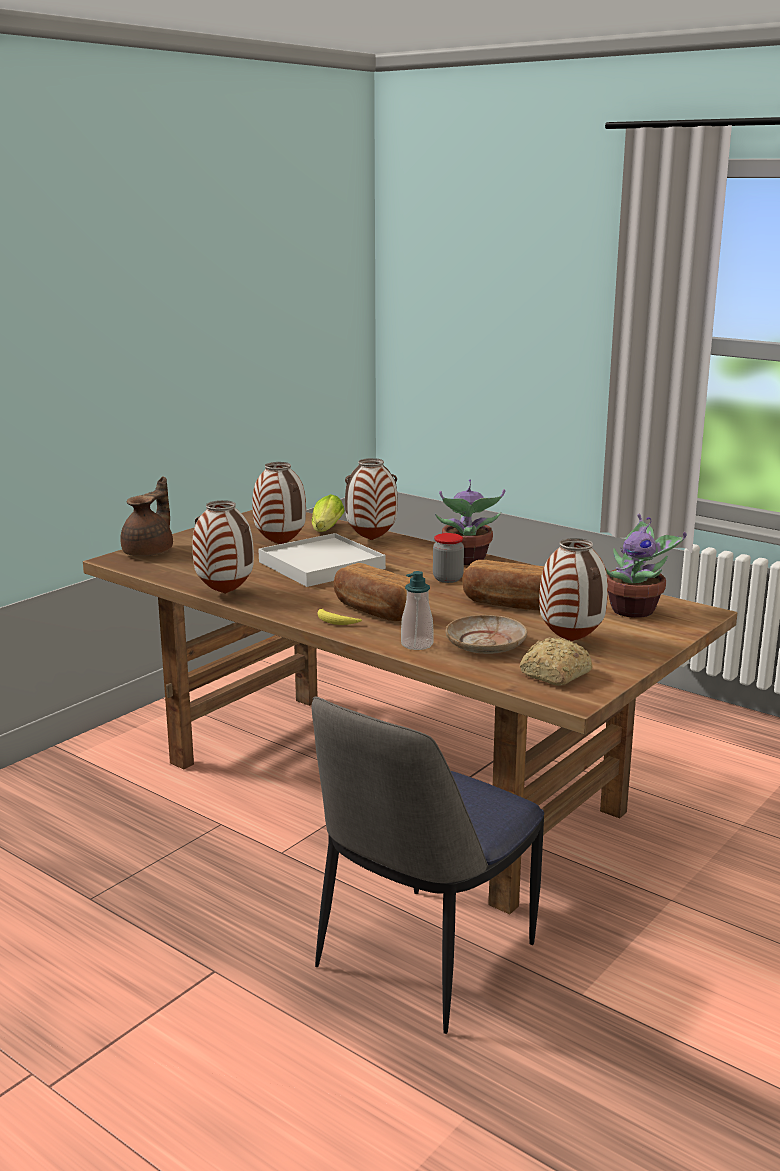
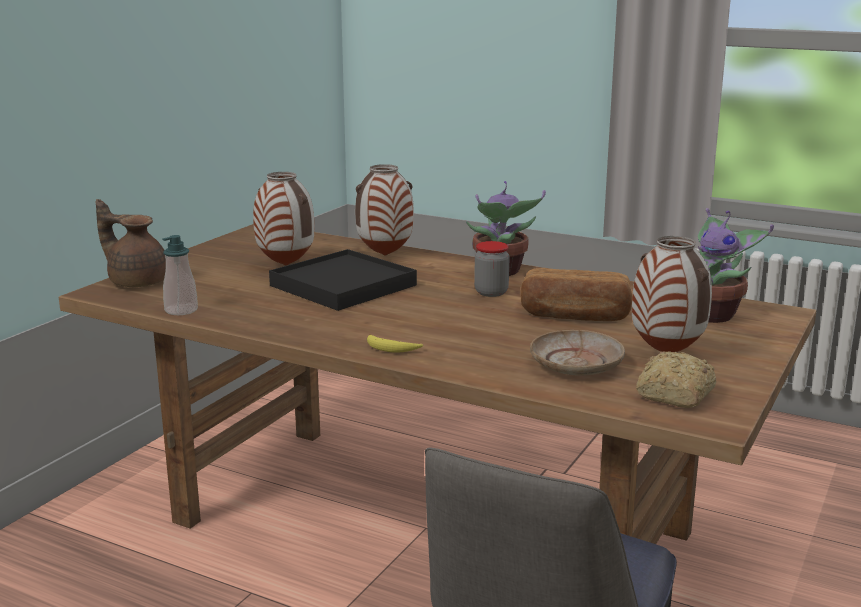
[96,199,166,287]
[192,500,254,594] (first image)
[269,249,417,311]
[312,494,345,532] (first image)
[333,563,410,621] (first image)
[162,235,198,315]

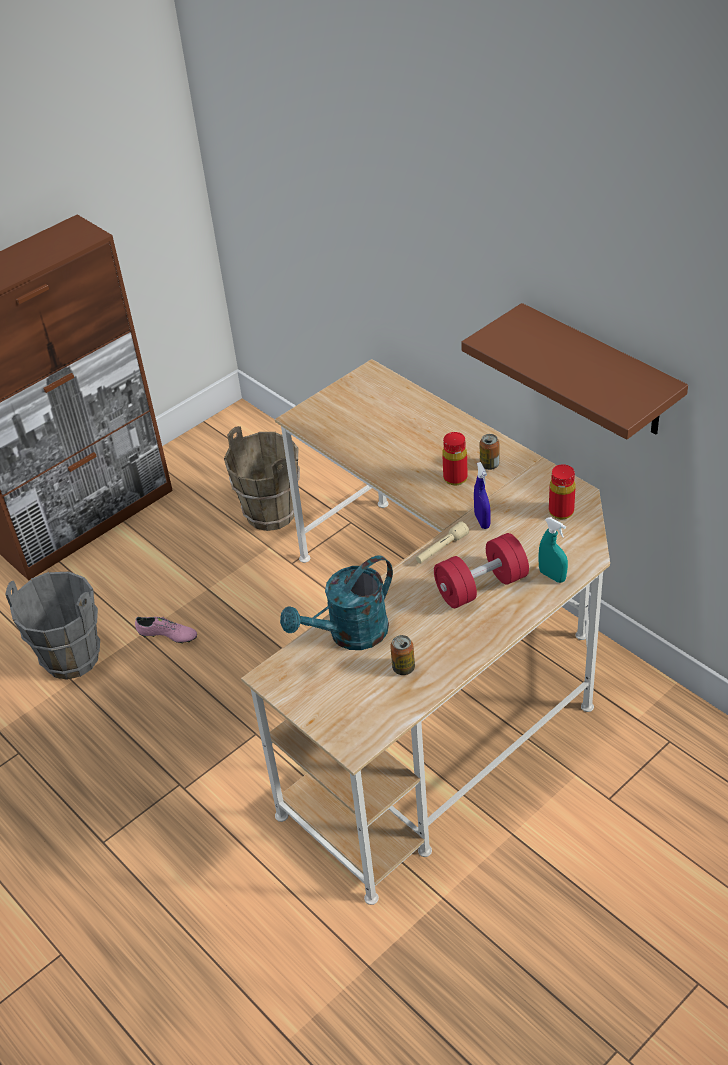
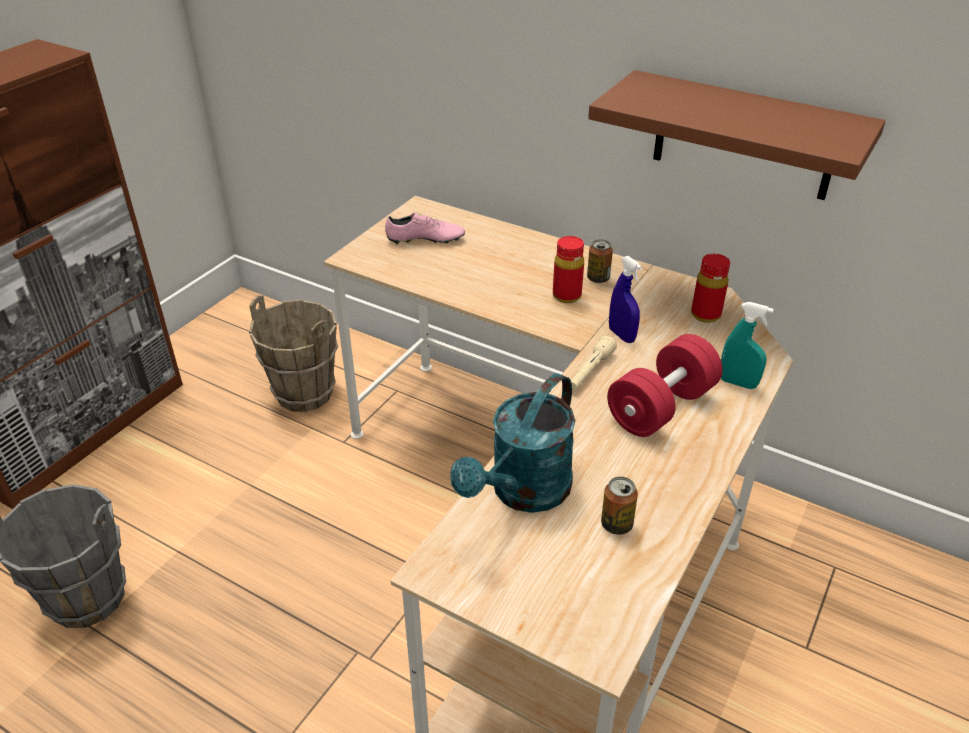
[385,212,465,244]

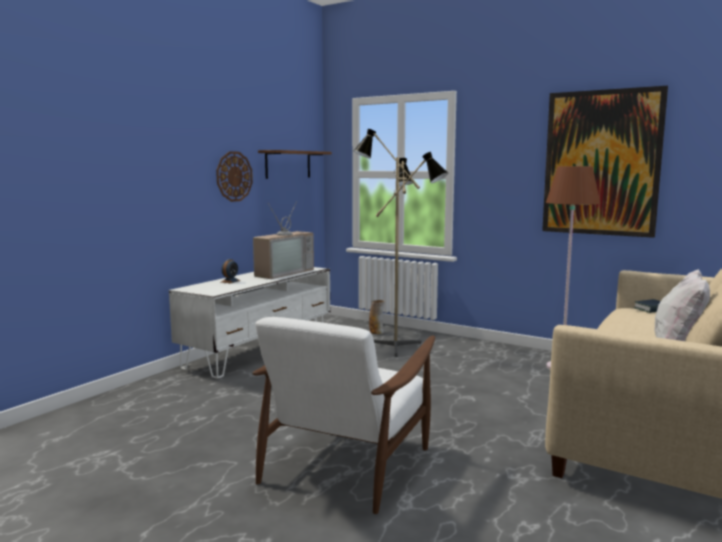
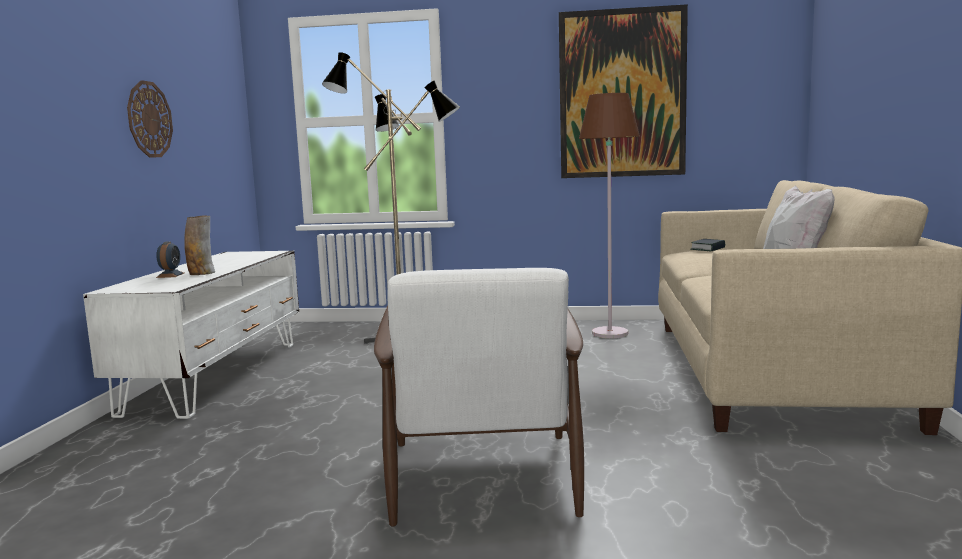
[253,201,314,279] (first image)
[258,150,332,179] (first image)
[184,215,215,275]

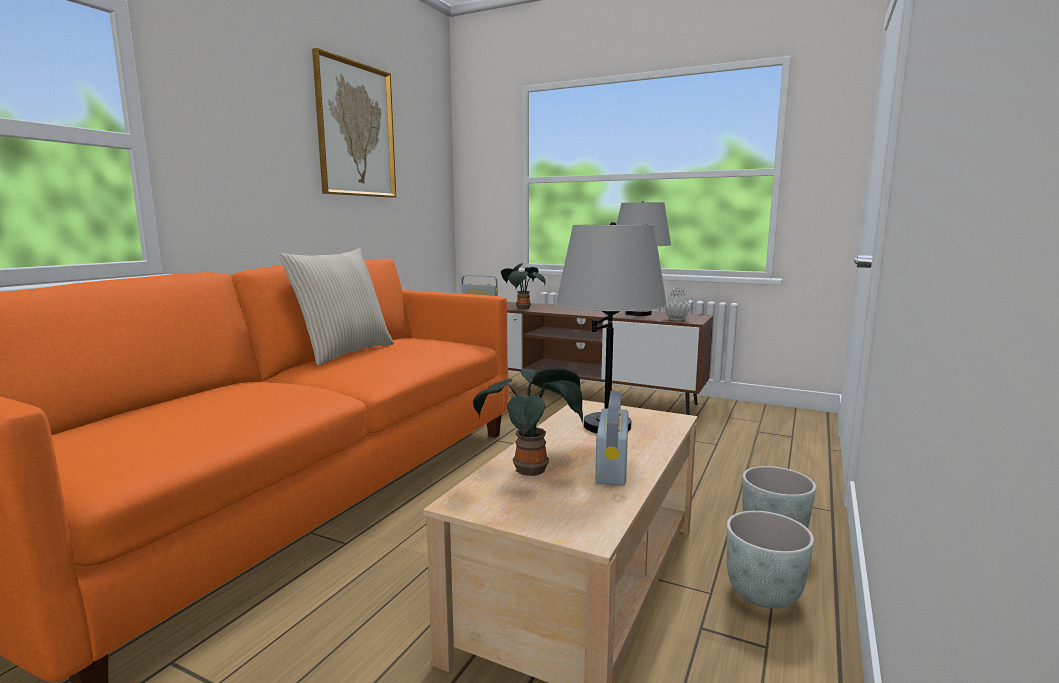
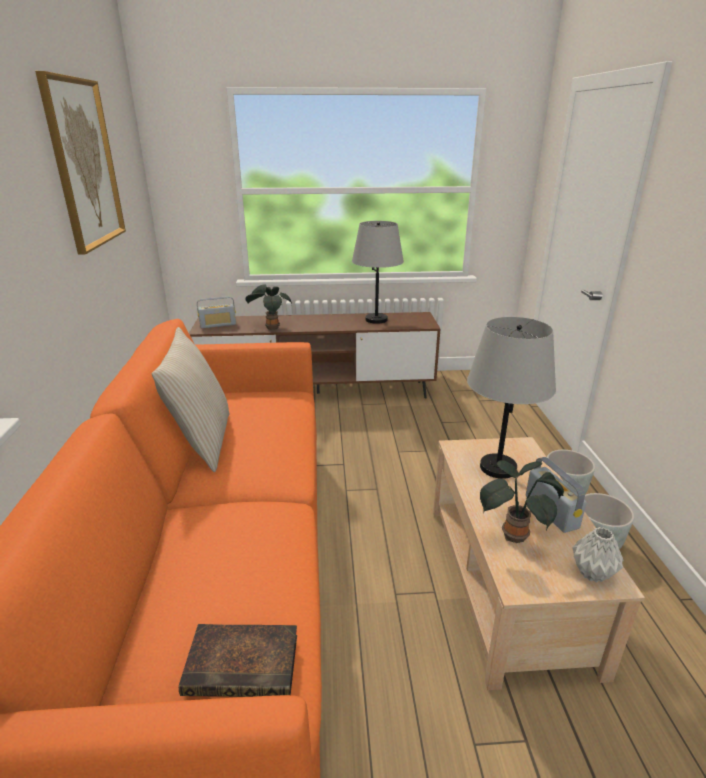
[572,527,623,583]
[179,624,297,697]

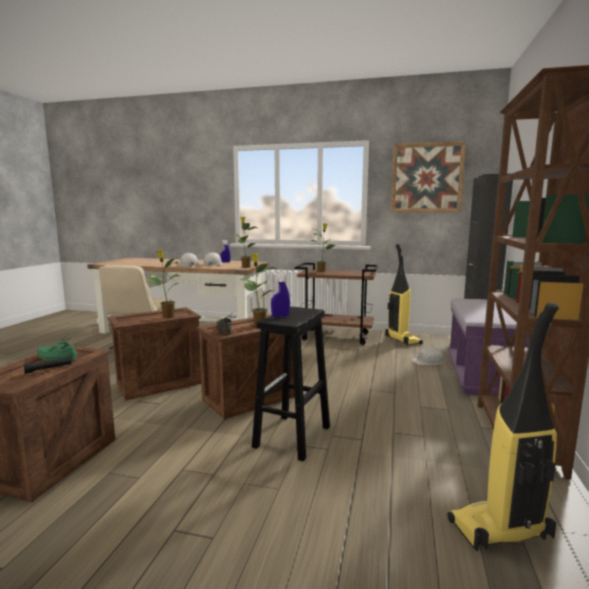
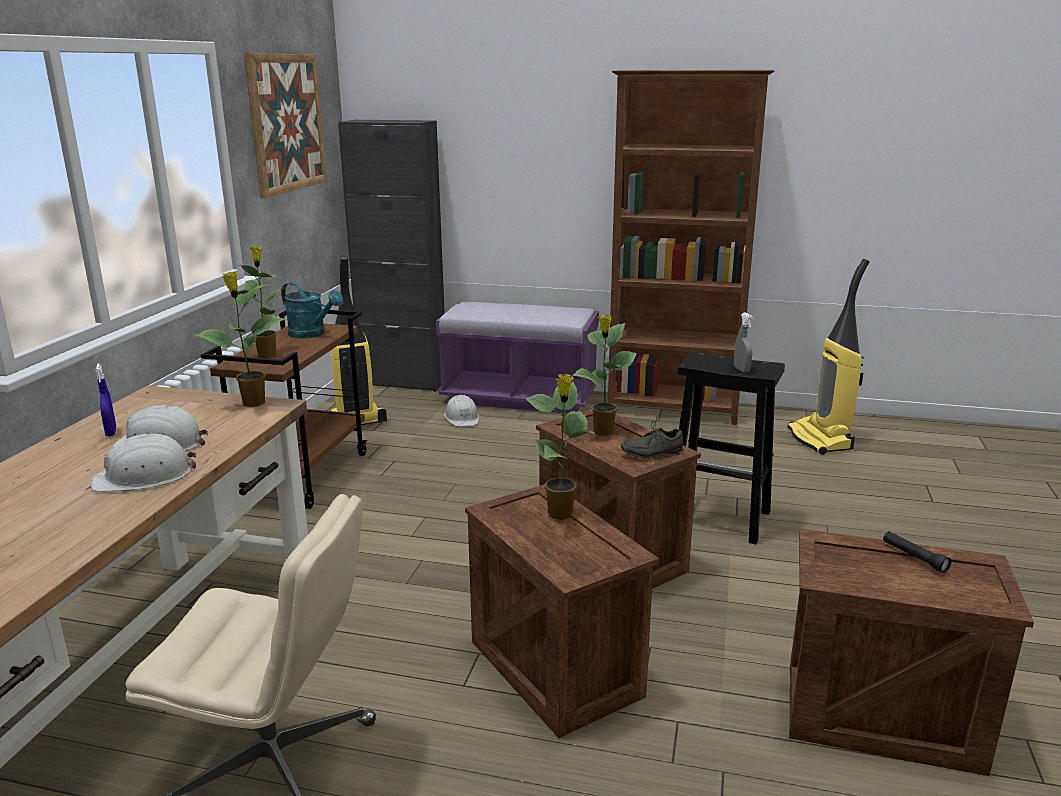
[37,335,77,361] (first image)
[734,313,753,373]
[281,283,343,338]

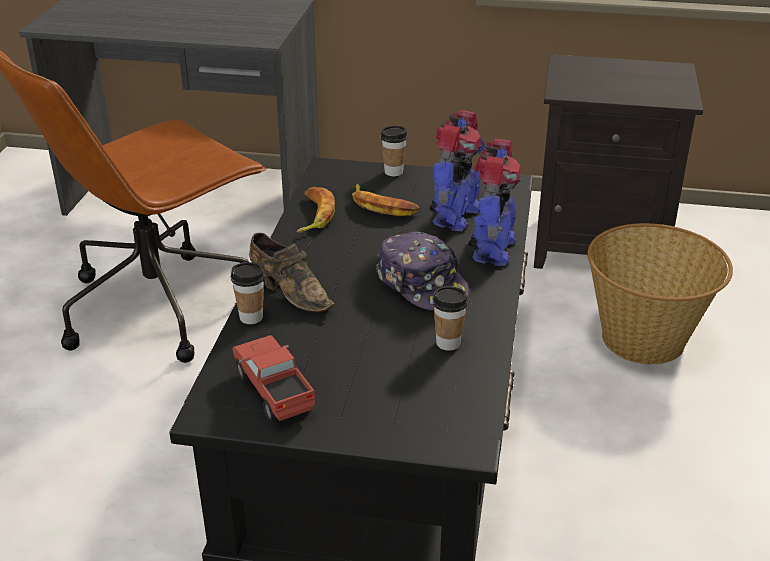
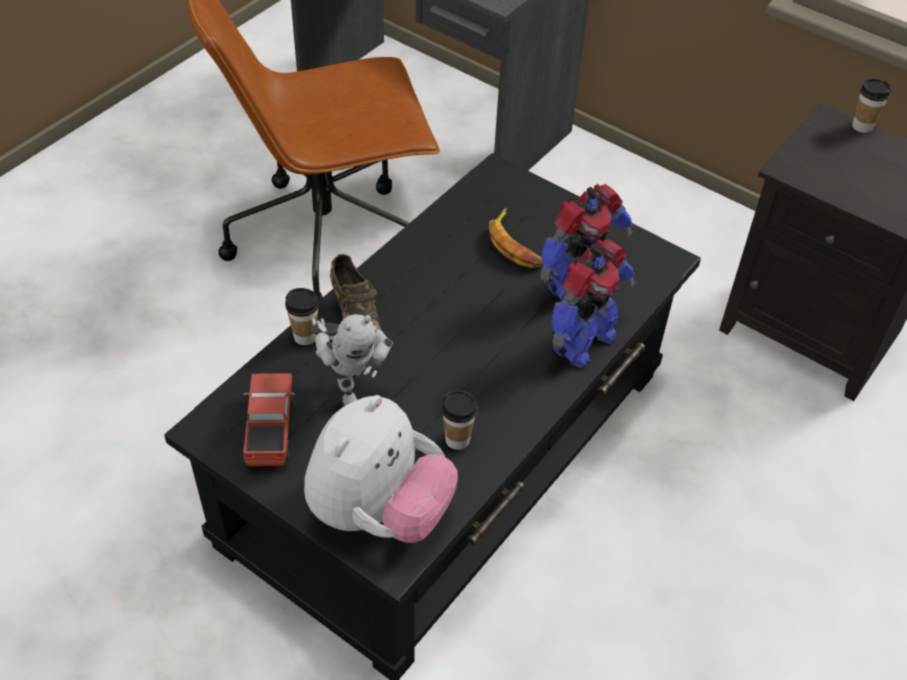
[296,187,335,233] (first image)
[376,232,469,311] (first image)
[852,78,891,133]
[588,223,733,364] (first image)
[304,395,458,543]
[312,314,393,407]

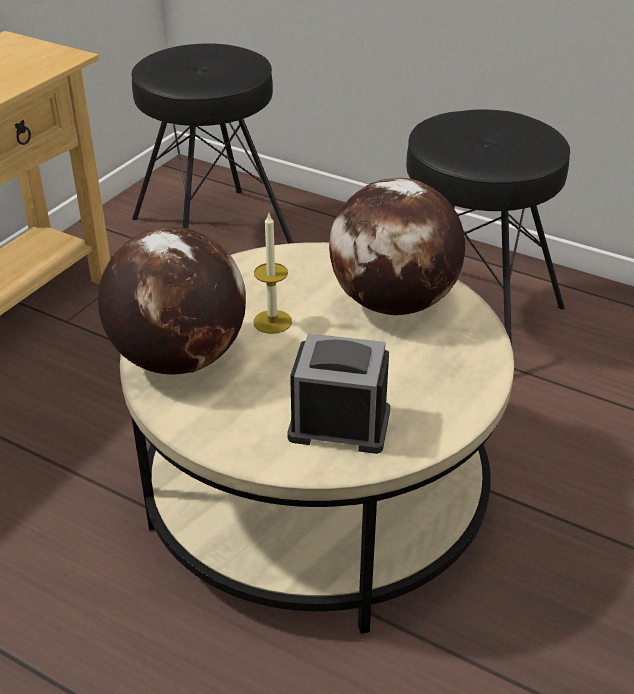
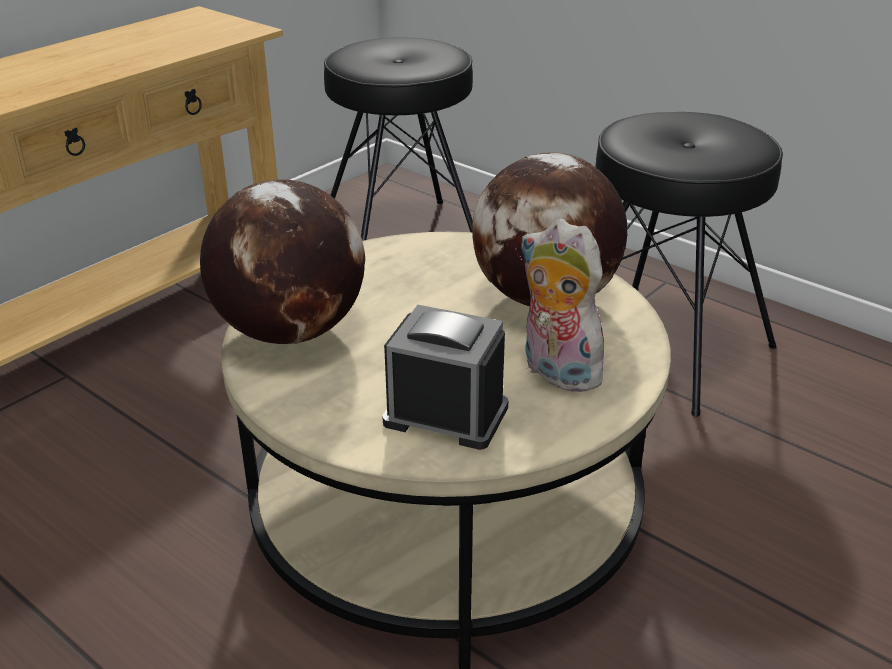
[253,214,292,334] (first image)
[520,218,611,392]

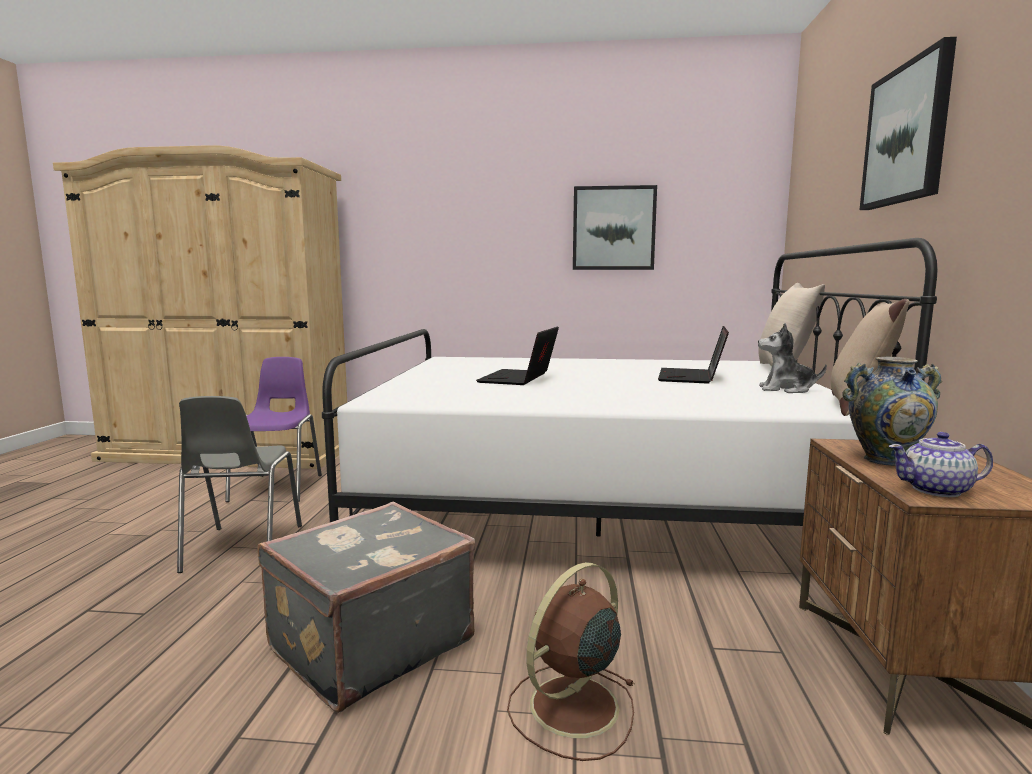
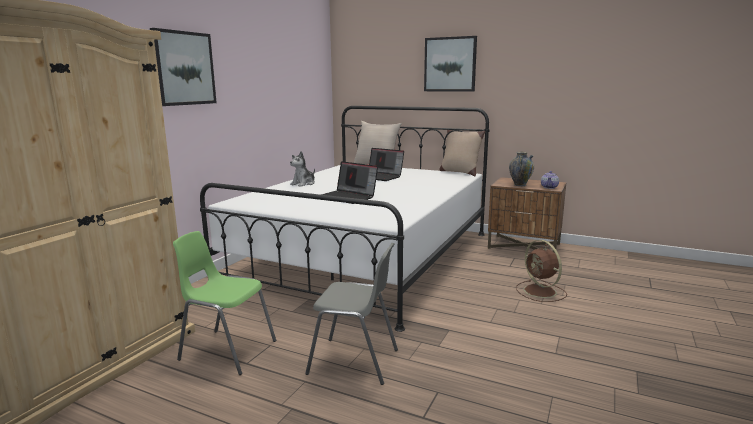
[173,231,276,375]
[258,502,475,713] (first image)
[150,28,217,106]
[290,151,315,186]

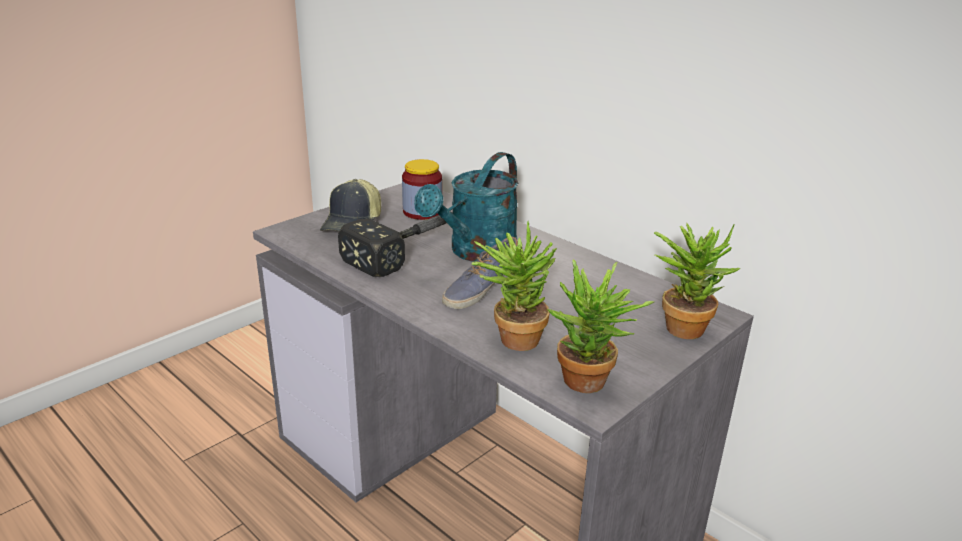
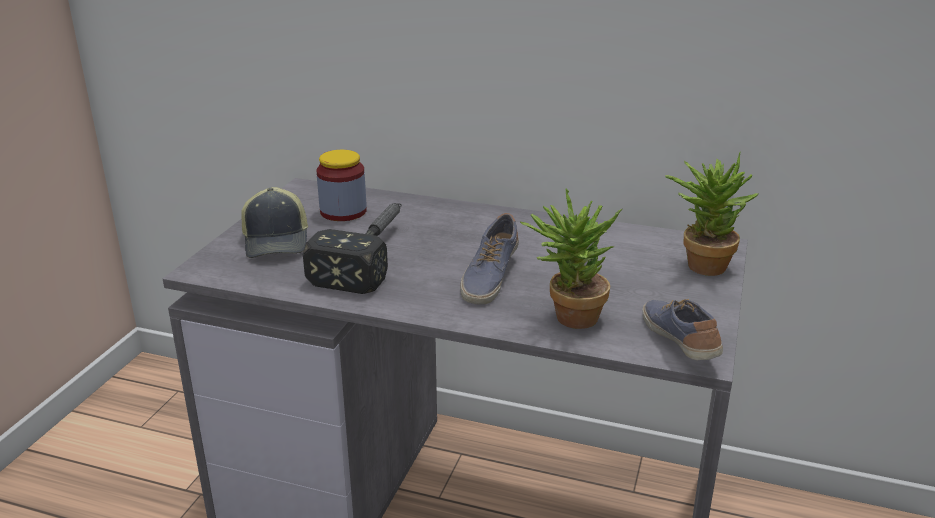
[414,152,518,262] (first image)
[642,299,723,360]

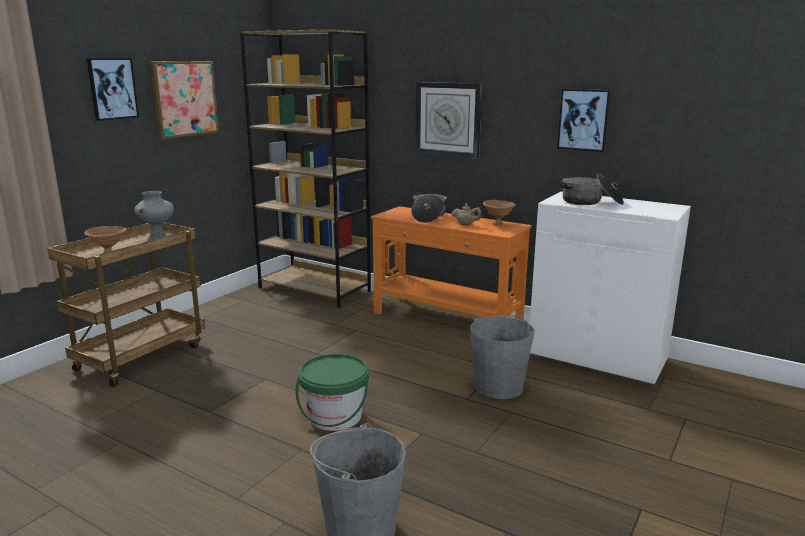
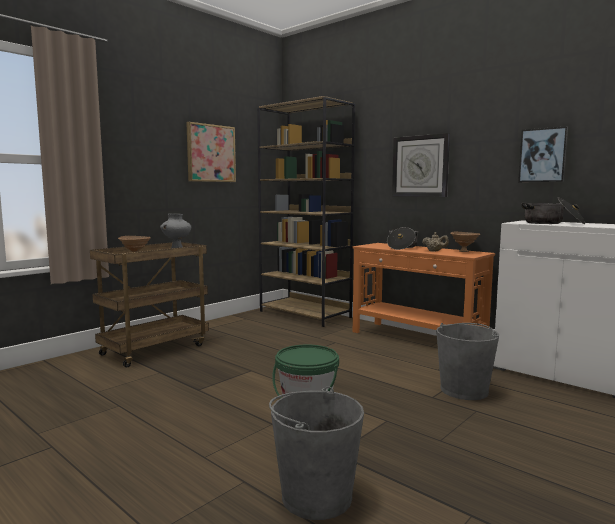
[87,58,139,121] (first image)

